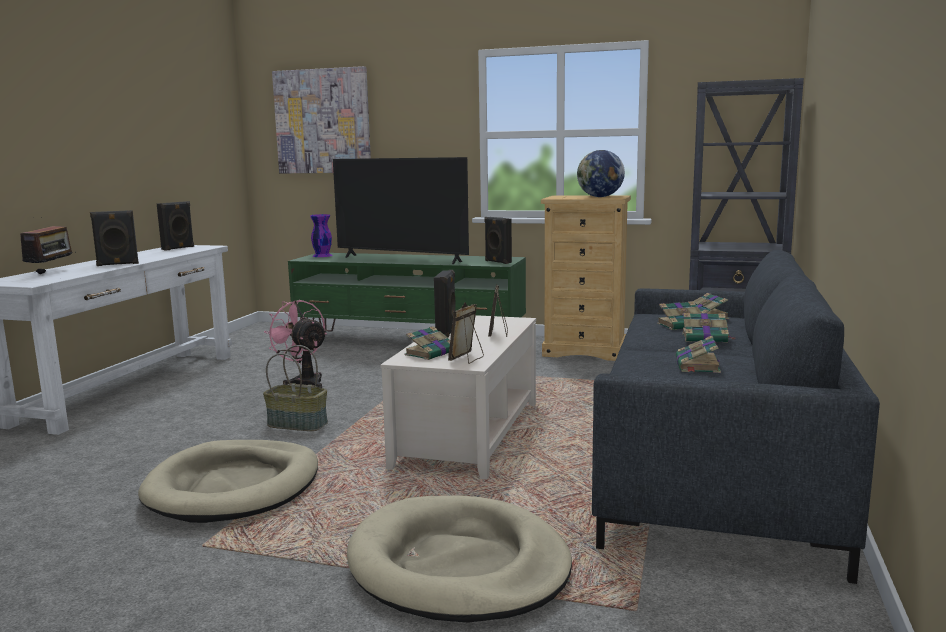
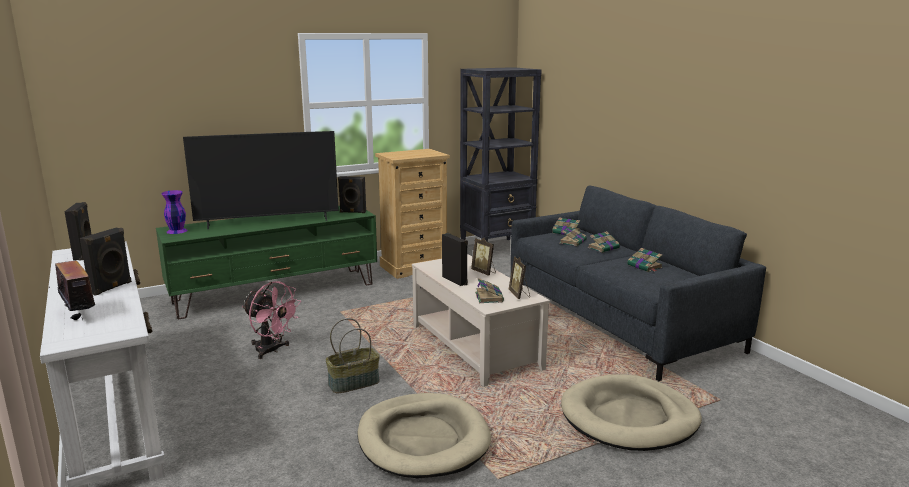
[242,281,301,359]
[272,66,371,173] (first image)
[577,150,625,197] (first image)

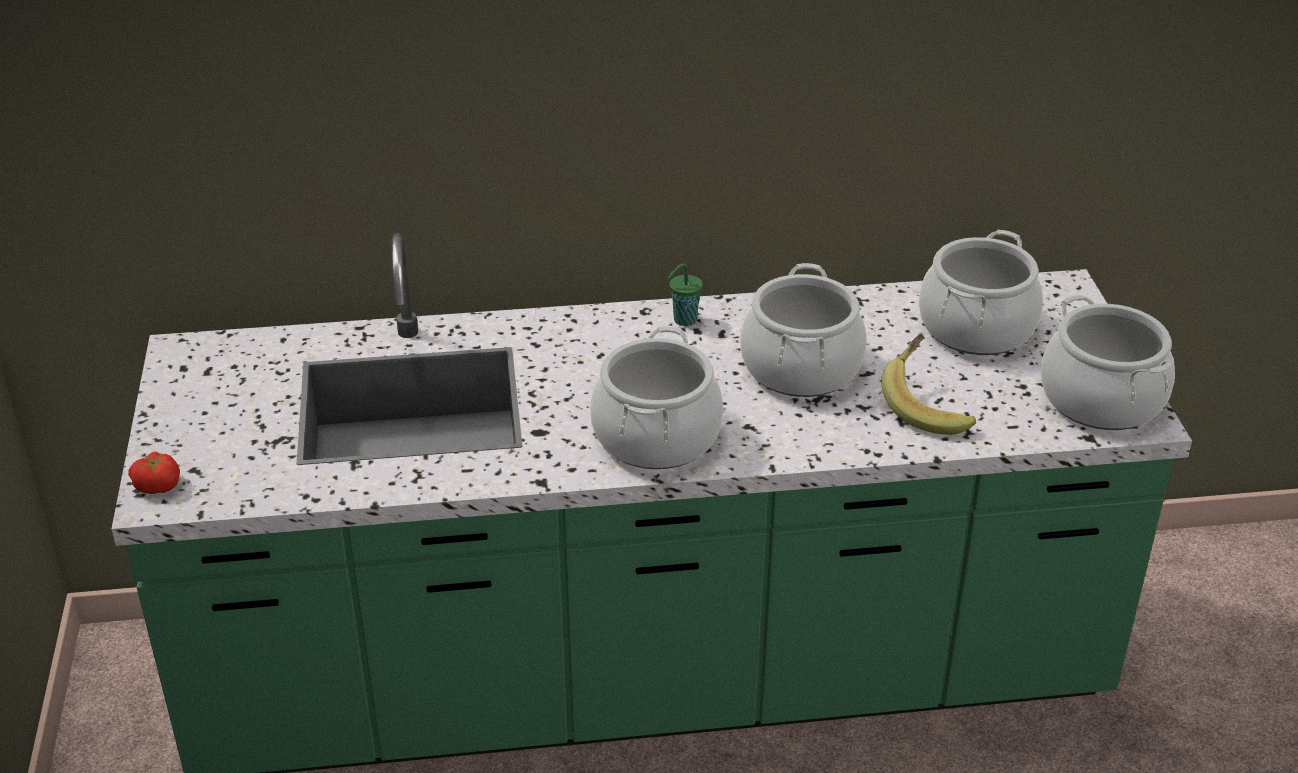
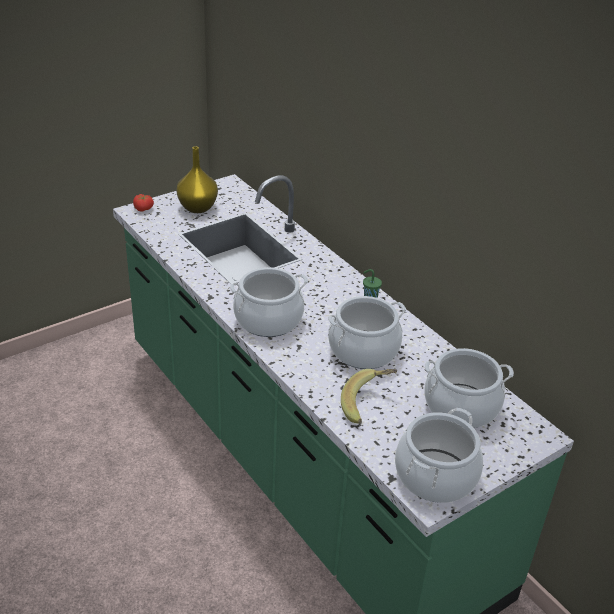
[176,146,218,213]

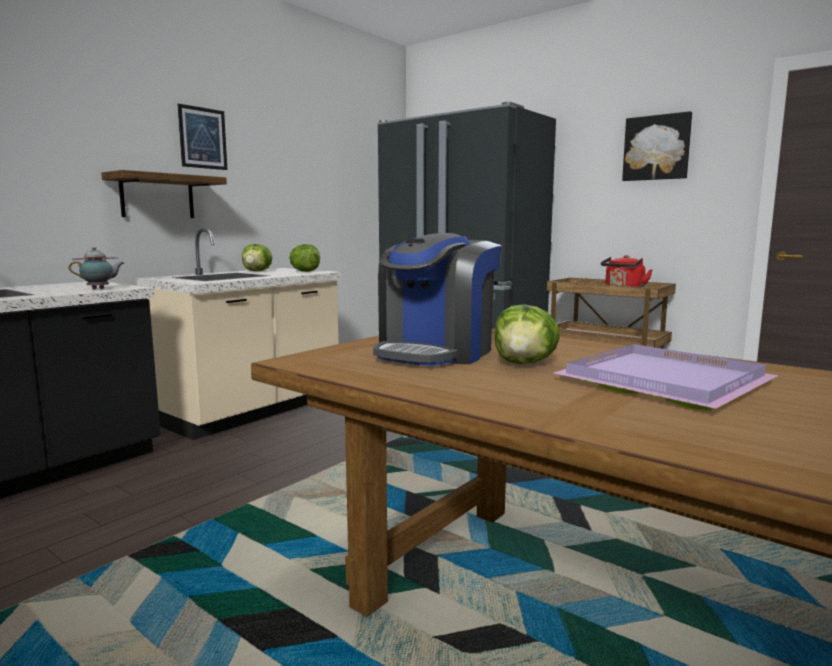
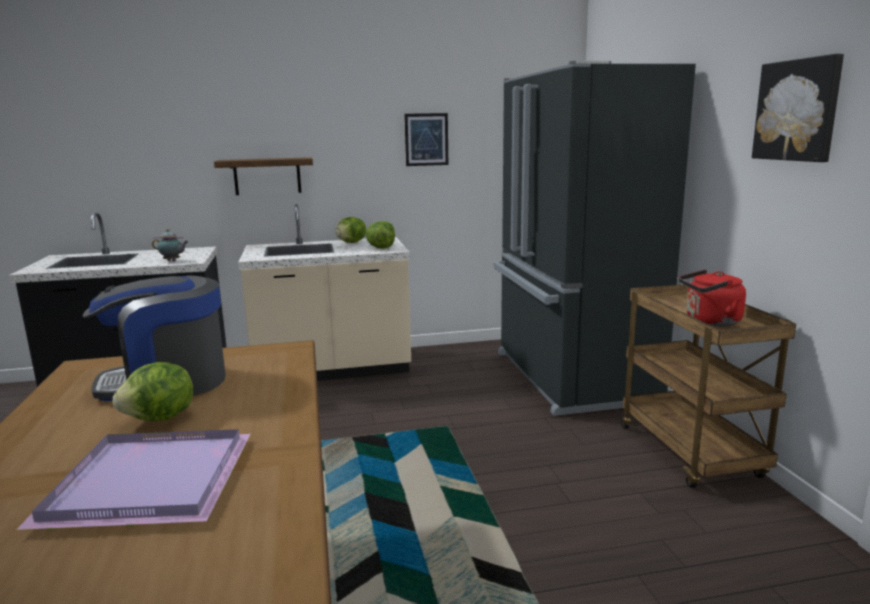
[404,113,448,166]

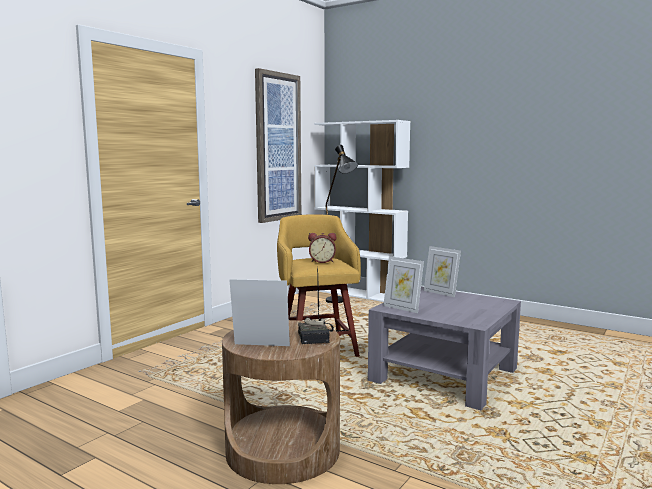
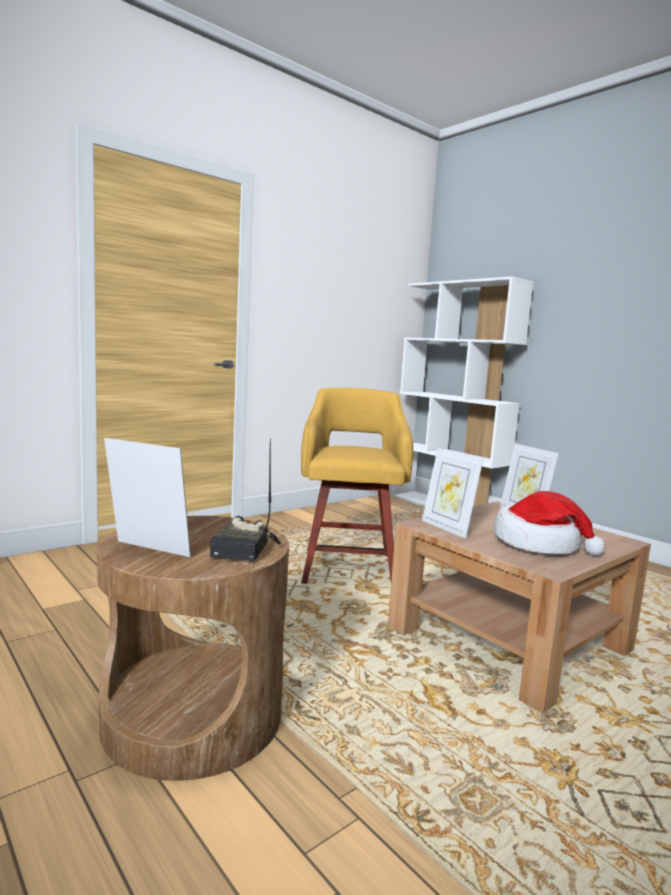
[255,68,301,223] (first image)
[308,233,336,263] (first image)
[326,145,358,303] (first image)
[388,501,651,713]
[493,491,606,556]

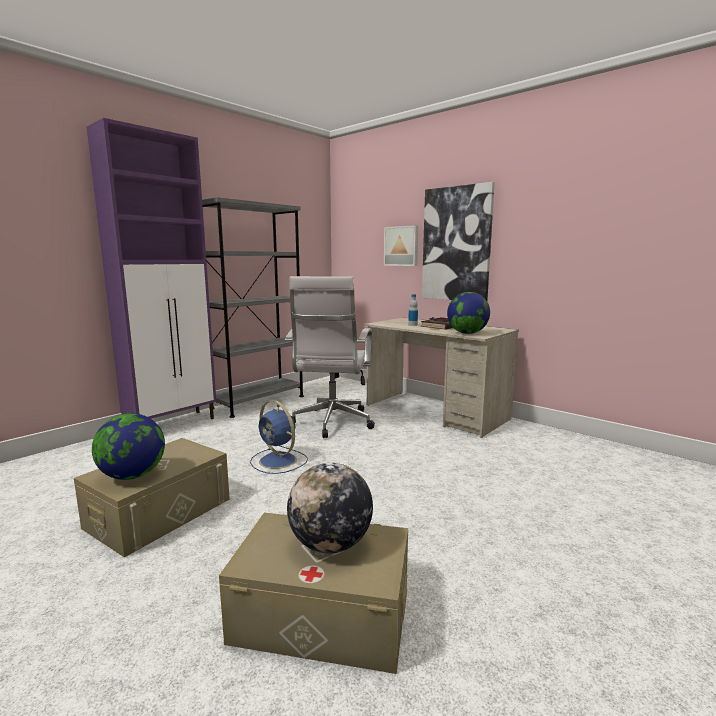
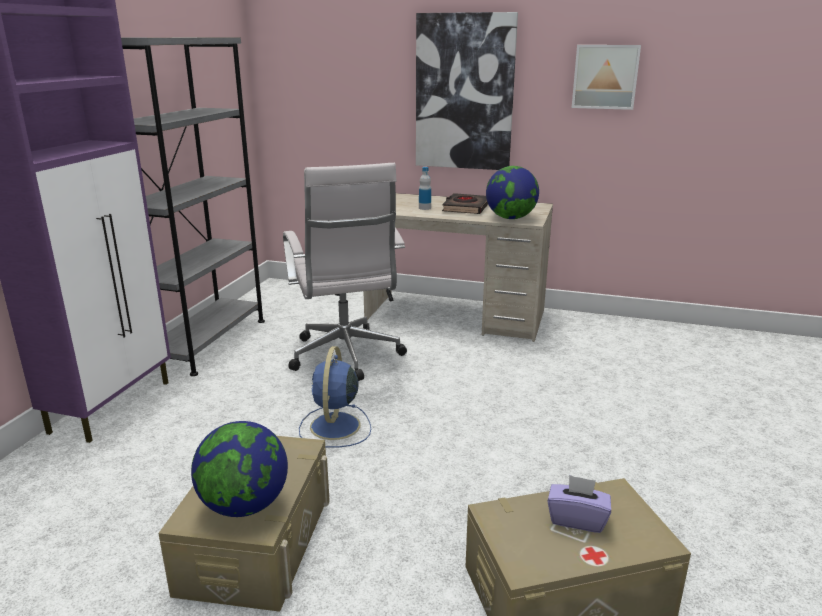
[299,346,371,448]
[548,475,611,533]
[572,45,641,110]

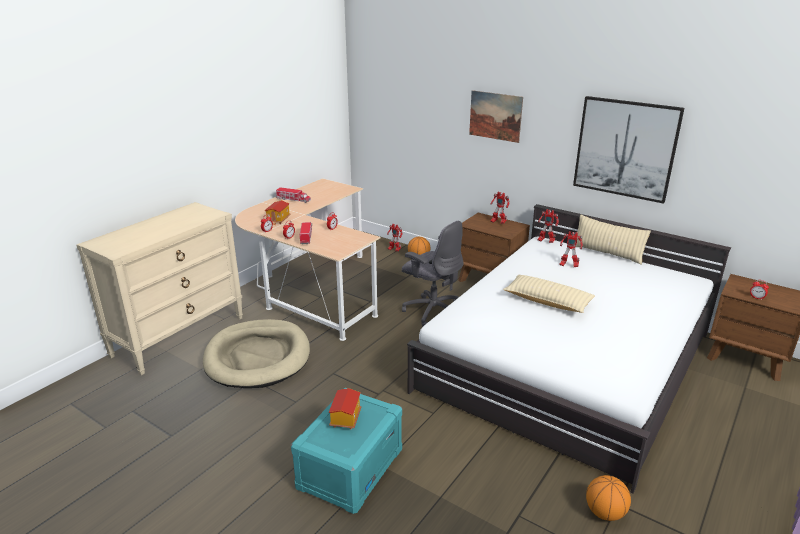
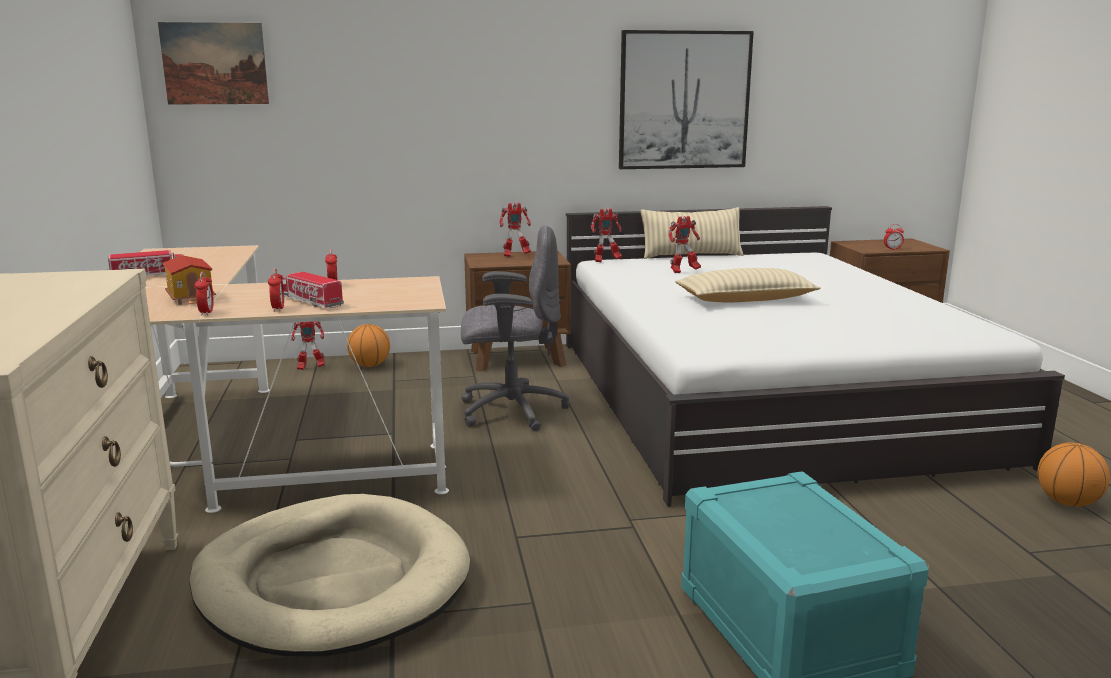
[329,388,361,429] (first image)
[158,22,269,105]

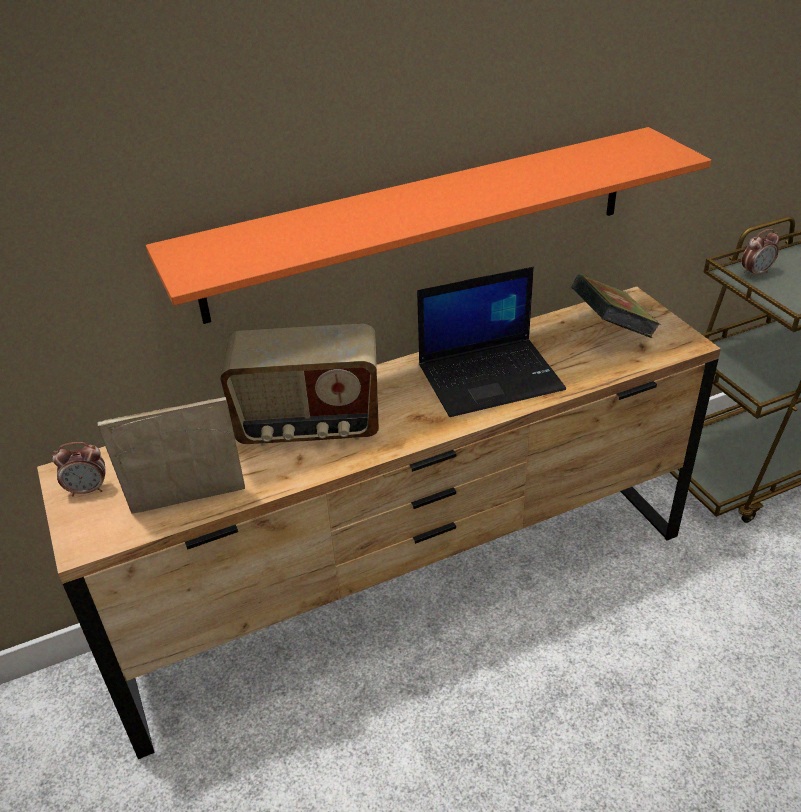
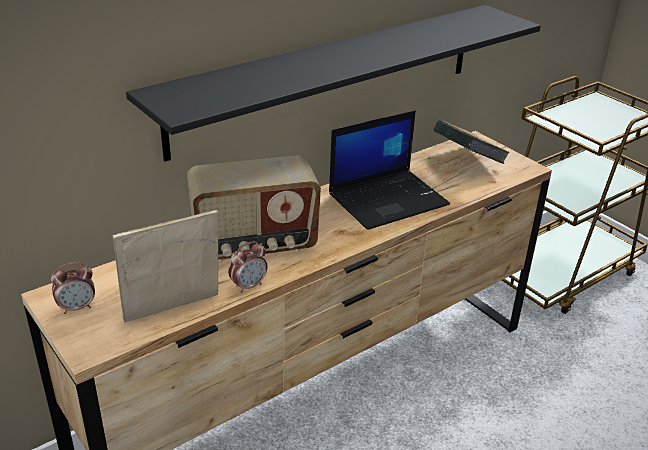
[126,5,541,162]
[228,241,268,293]

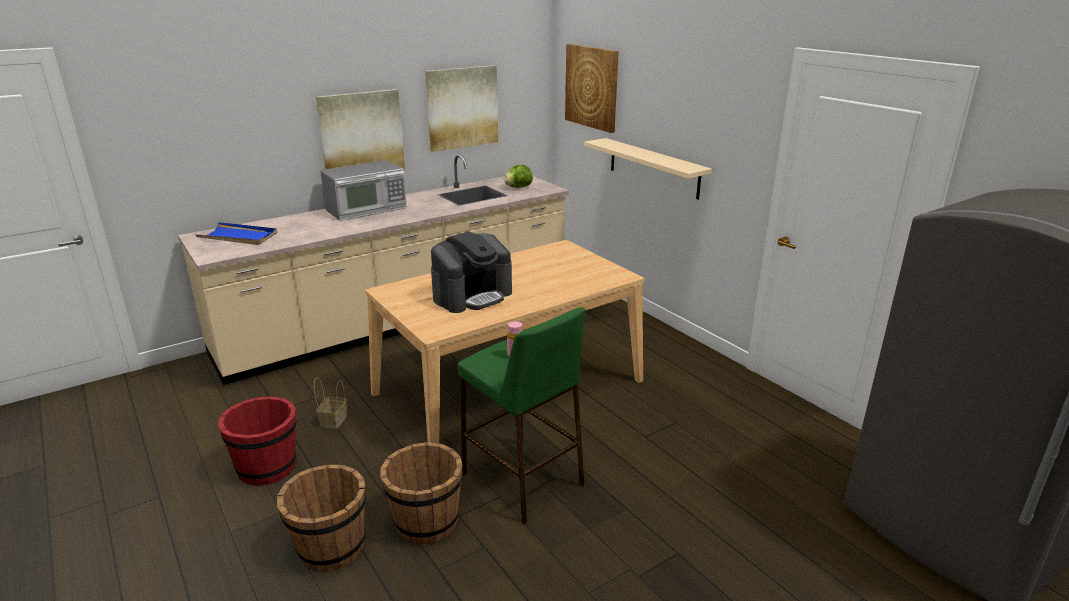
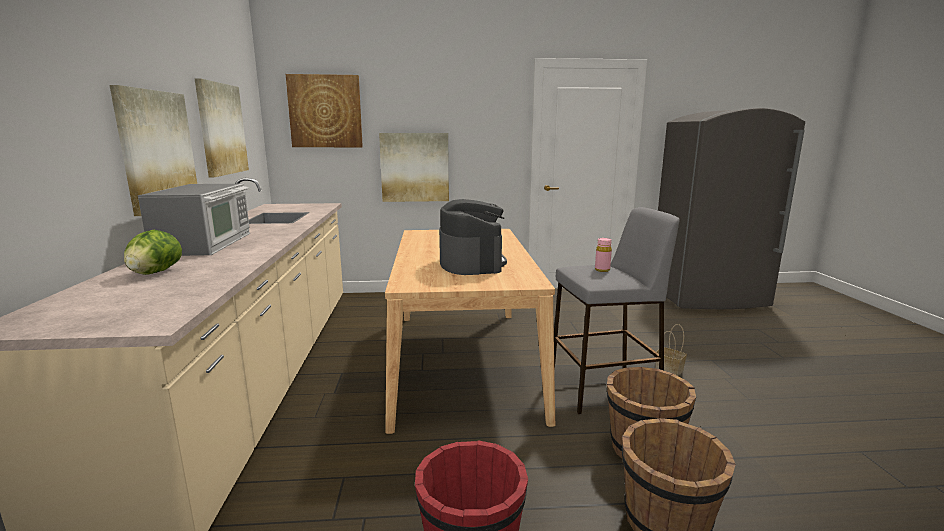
[195,222,277,245] (first image)
[655,324,687,376]
[554,207,680,414]
[124,230,182,275]
[379,133,449,202]

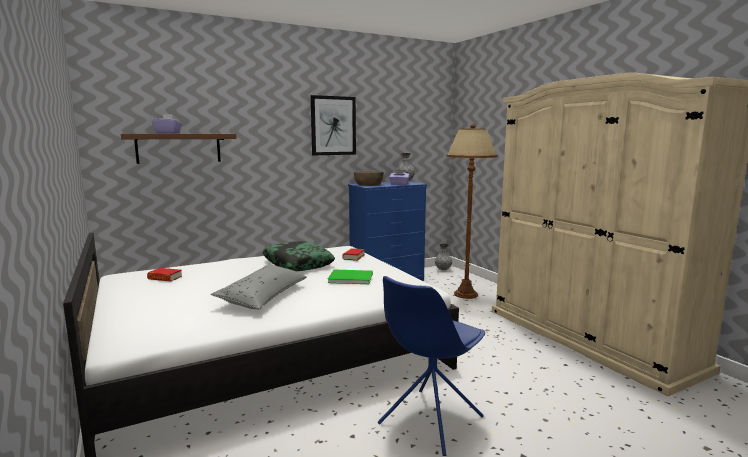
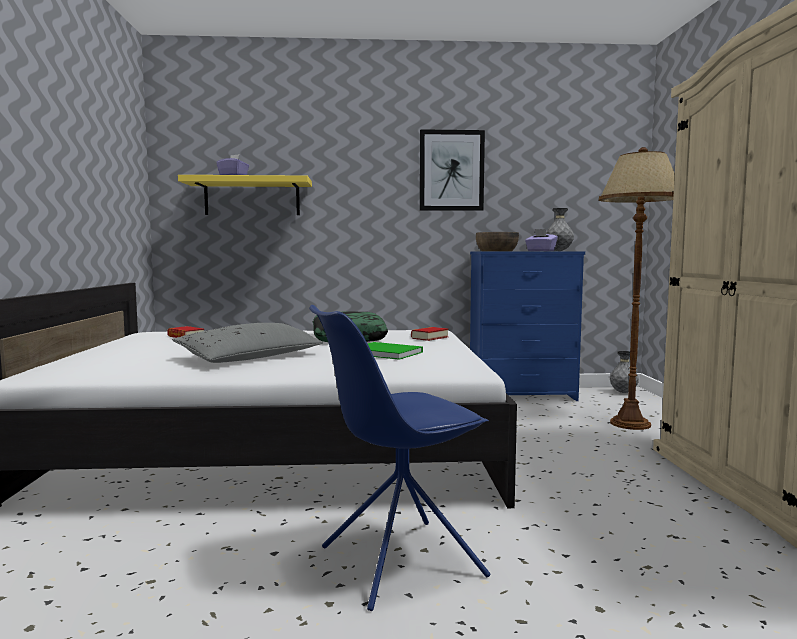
[178,175,312,215]

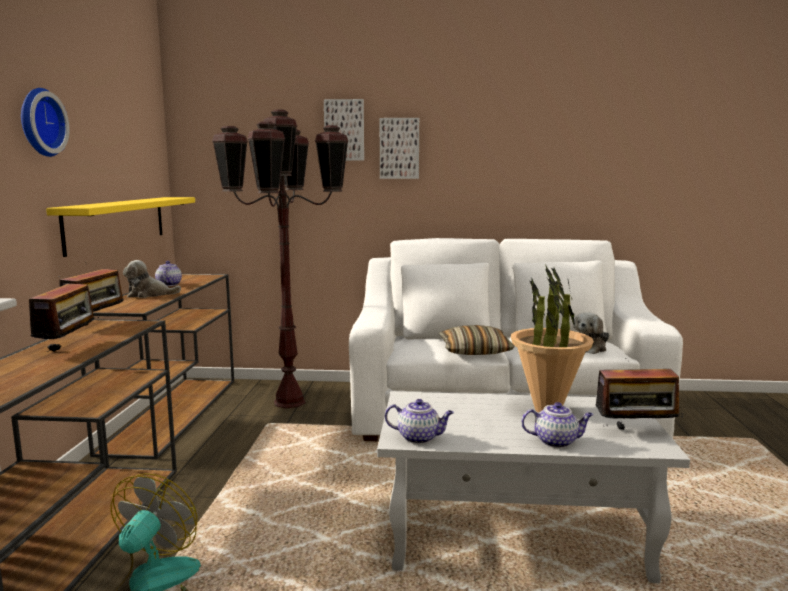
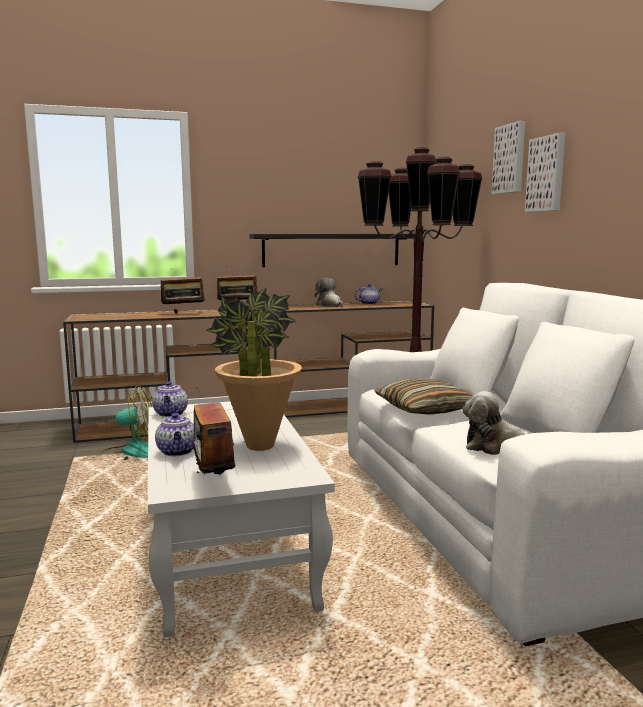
[21,88,69,157] (first image)
[249,234,416,267]

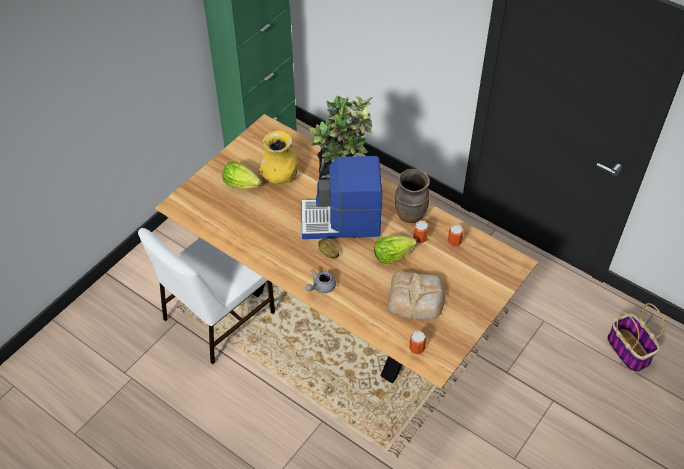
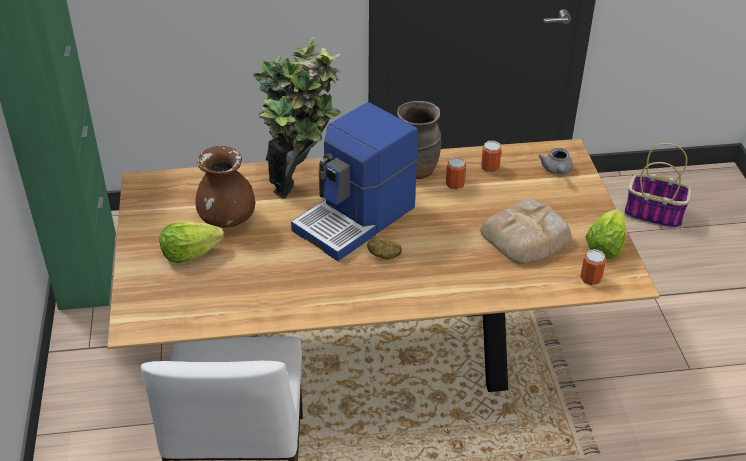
[195,146,255,228]
[538,148,573,175]
[585,209,626,259]

